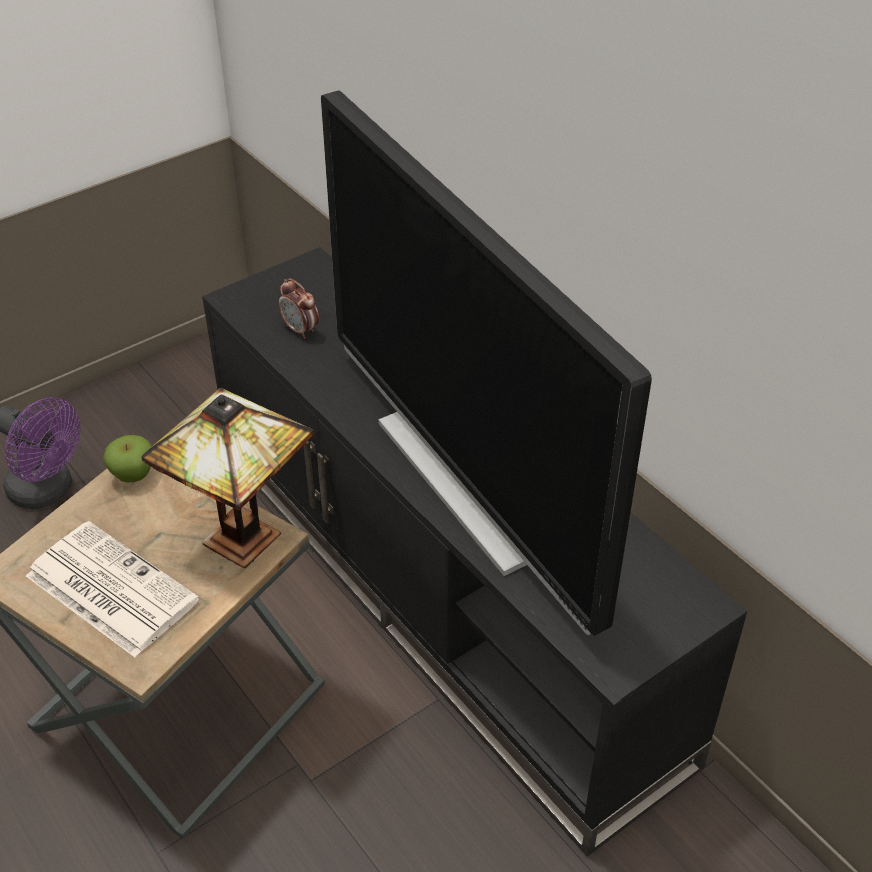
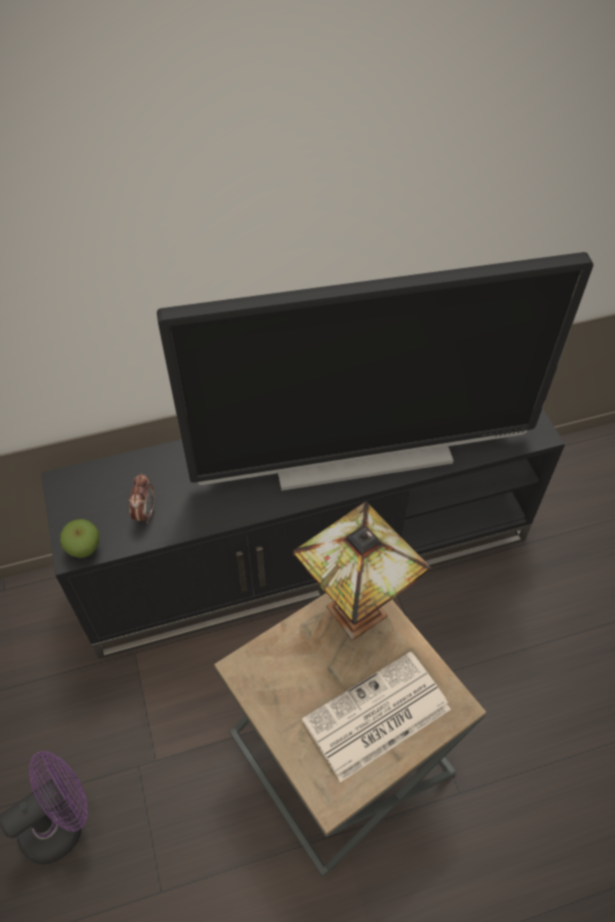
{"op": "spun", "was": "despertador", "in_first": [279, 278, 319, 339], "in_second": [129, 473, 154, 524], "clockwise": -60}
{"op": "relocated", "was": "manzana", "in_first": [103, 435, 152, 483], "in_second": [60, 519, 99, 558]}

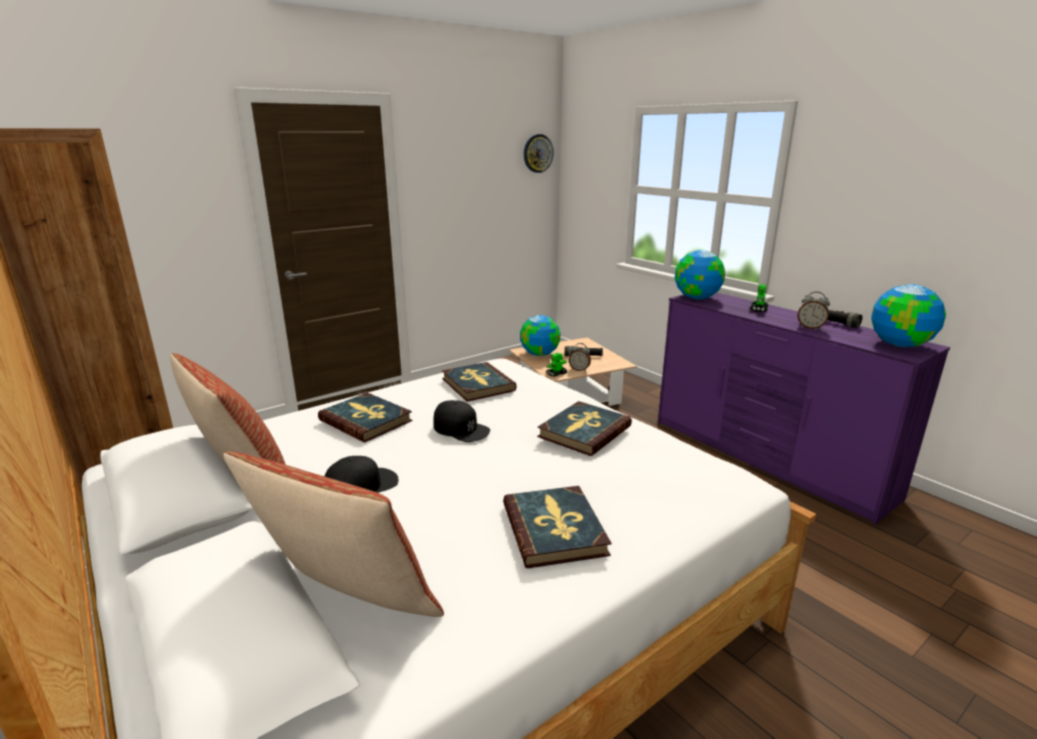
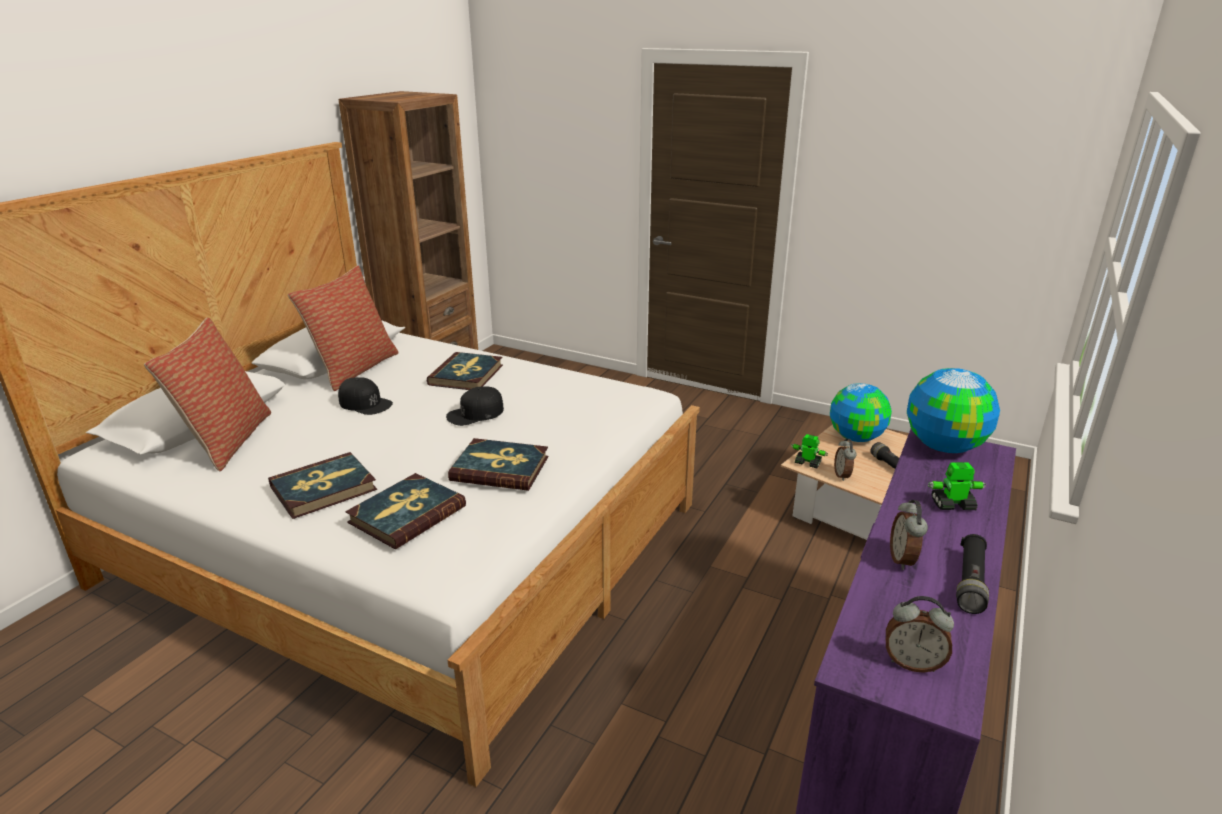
{"op": "missing", "was": "reloj de pared", "in_first": [524, 134, 554, 173]}
{"op": "exchanged", "was": "globo terráqueo", "now": "despertador", "in_first": [871, 284, 946, 347], "in_second": [886, 596, 954, 673]}
{"op": "relocated", "was": "libro", "in_first": [442, 362, 517, 402], "in_second": [345, 473, 466, 549]}
{"op": "spun", "was": "gorra (negro)", "in_first": [433, 400, 490, 442], "in_second": [446, 387, 504, 426], "clockwise": 45}

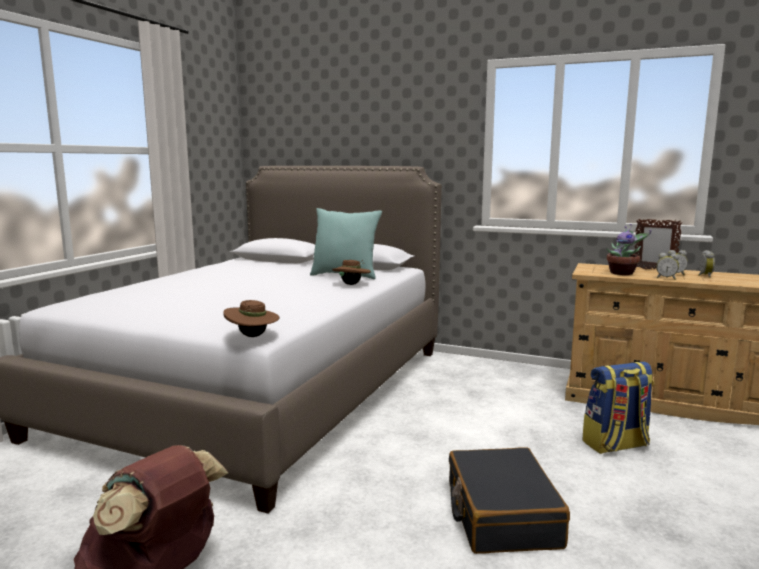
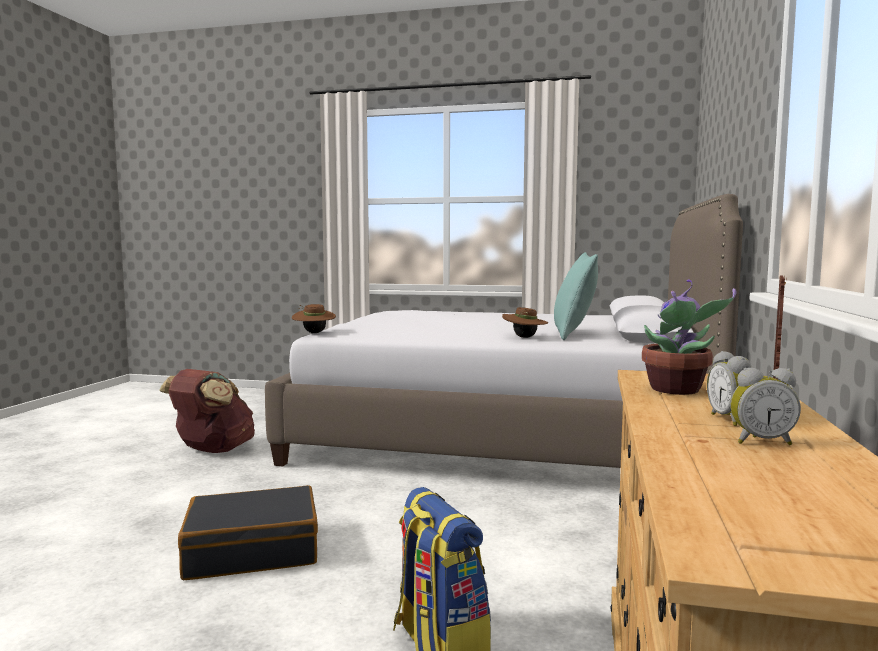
{"op": "missing", "was": "despertador", "in_first": [656, 253, 679, 280]}

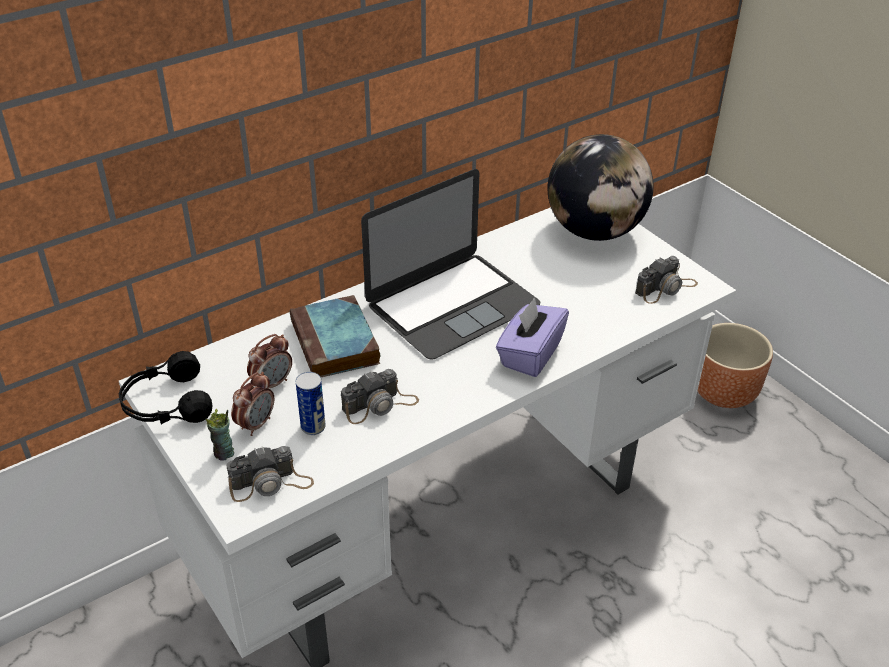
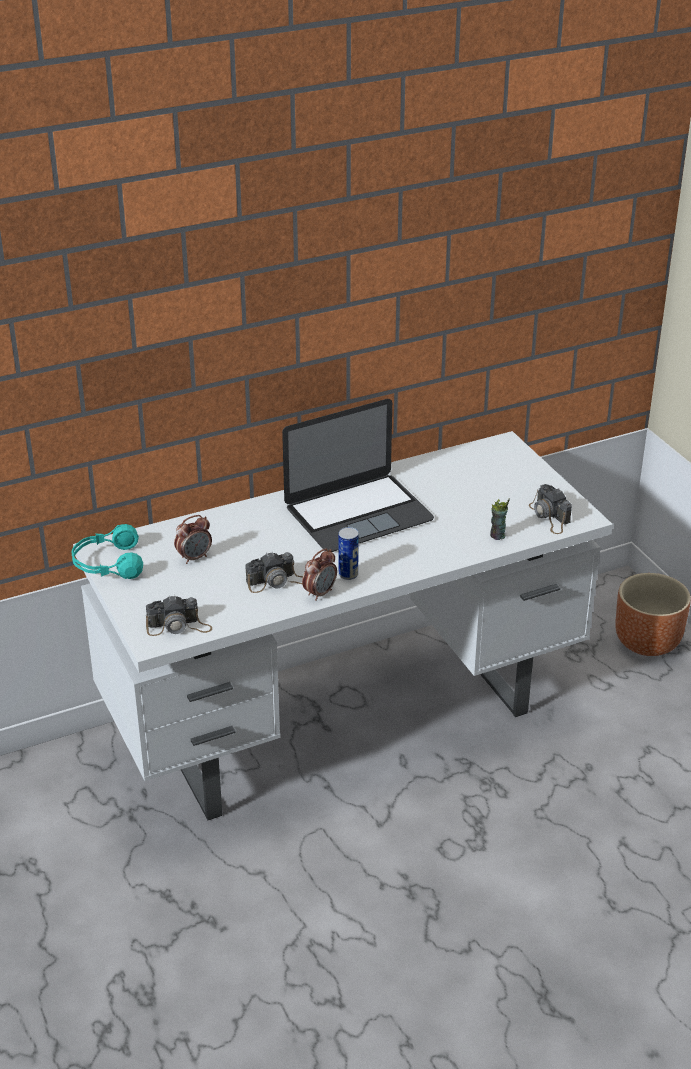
{"op": "missing", "was": "globo terráqueo", "in_first": [547, 134, 654, 241]}
{"op": "spun", "was": "cámara", "in_first": [635, 256, 698, 304], "in_second": [529, 484, 572, 534], "clockwise": 90}
{"op": "missing", "was": "libro", "in_first": [290, 295, 380, 377]}
{"op": "missing", "was": "caja de pañuelos (morado)", "in_first": [496, 297, 569, 377]}
{"op": "colour", "was": "auriculares (negro)", "now": "auriculares (turquesa)", "in_first": [119, 351, 212, 424], "in_second": [72, 524, 143, 579]}
{"op": "relocated", "was": "despertador", "in_first": [231, 372, 274, 436], "in_second": [302, 548, 337, 601]}
{"op": "relocated", "was": "lata", "in_first": [296, 372, 326, 435], "in_second": [339, 527, 359, 580]}
{"op": "relocated", "was": "taza", "in_first": [206, 409, 234, 461], "in_second": [490, 498, 510, 540]}

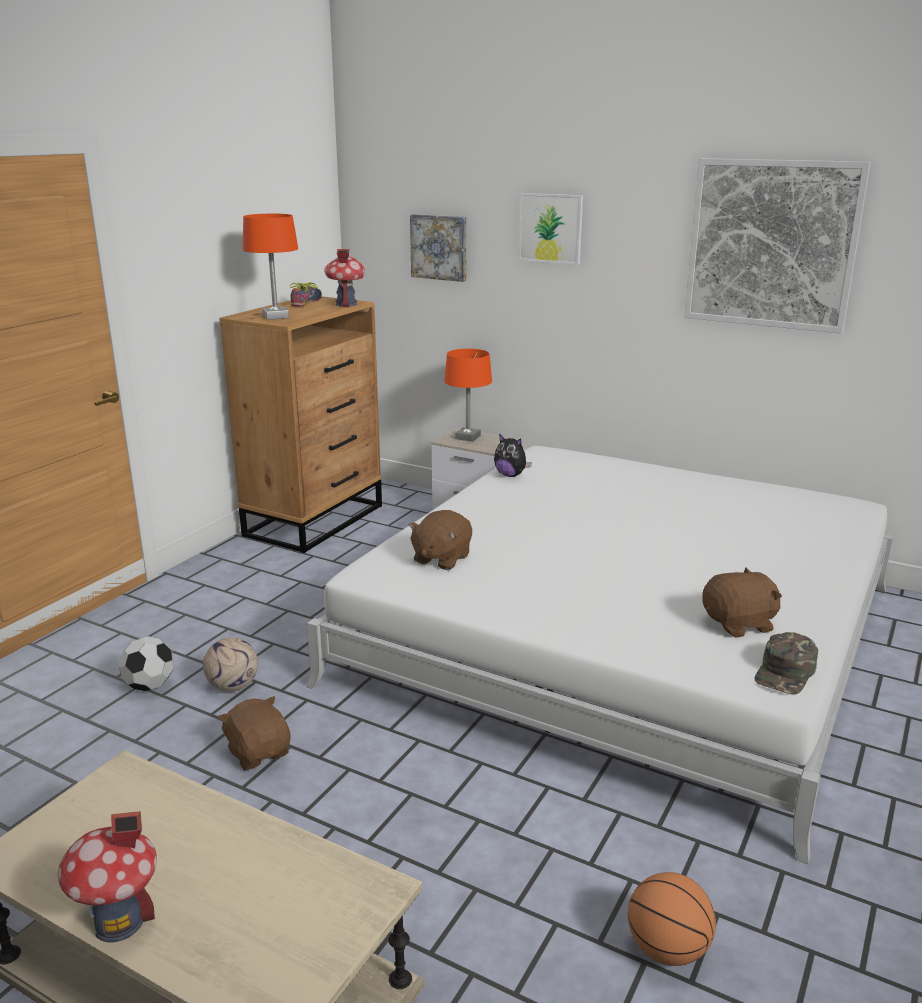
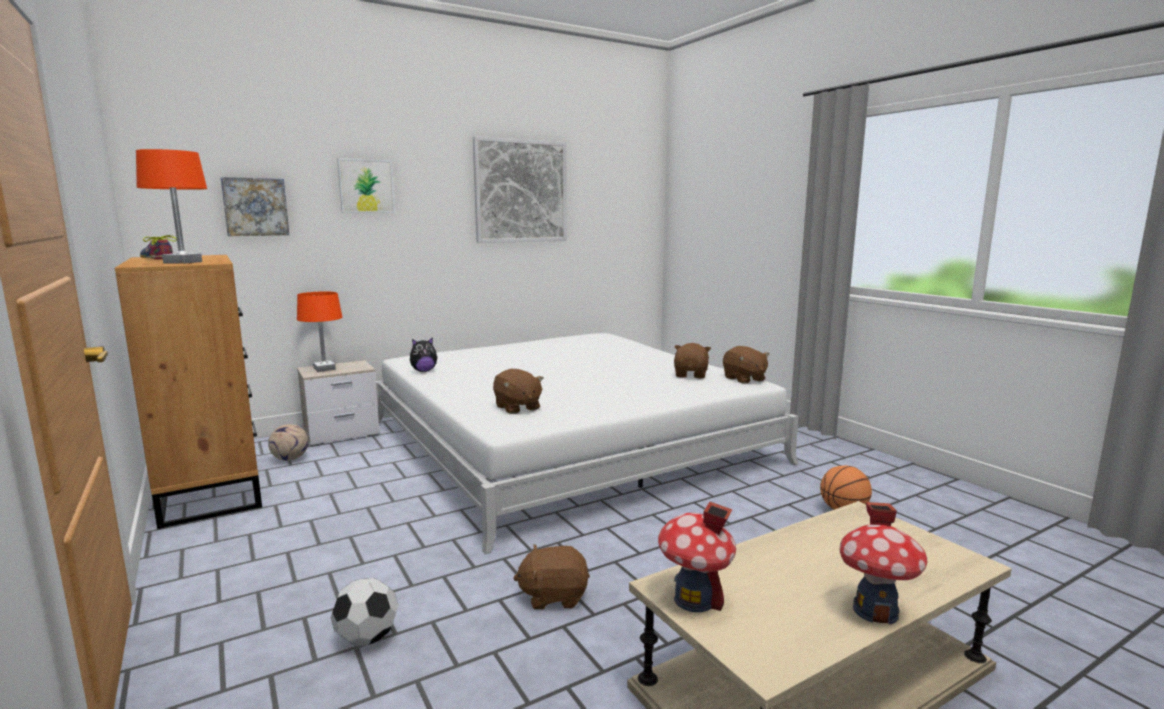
{"op": "relocated", "was": "casita", "in_first": [324, 249, 365, 307], "in_second": [658, 502, 736, 612]}
{"op": "exchanged", "was": "gorra (verde)", "now": "peluche (marrón)", "in_first": [754, 632, 818, 694], "in_second": [723, 346, 770, 384]}
{"op": "relocated", "was": "balón de fútbol", "in_first": [203, 637, 258, 691], "in_second": [268, 424, 308, 461]}

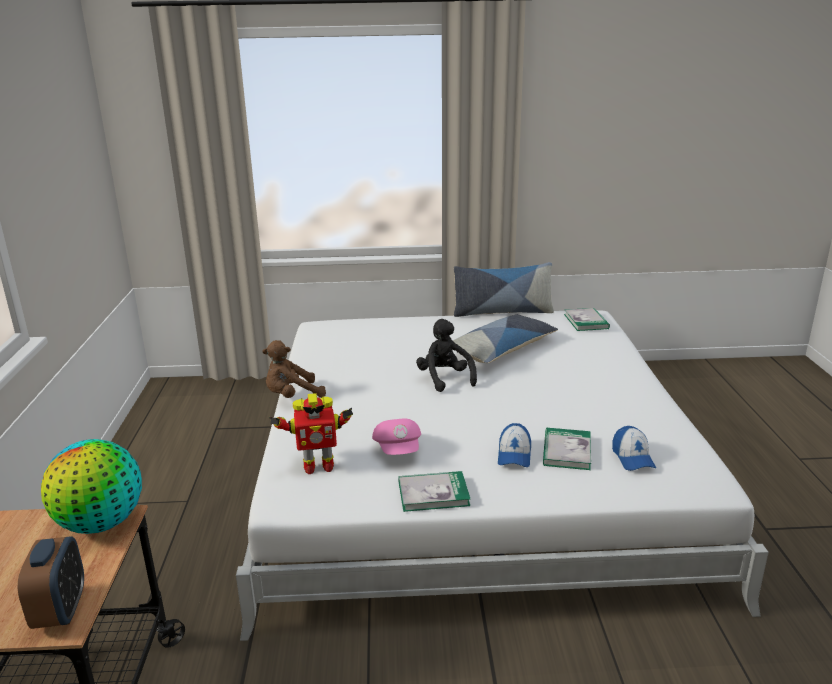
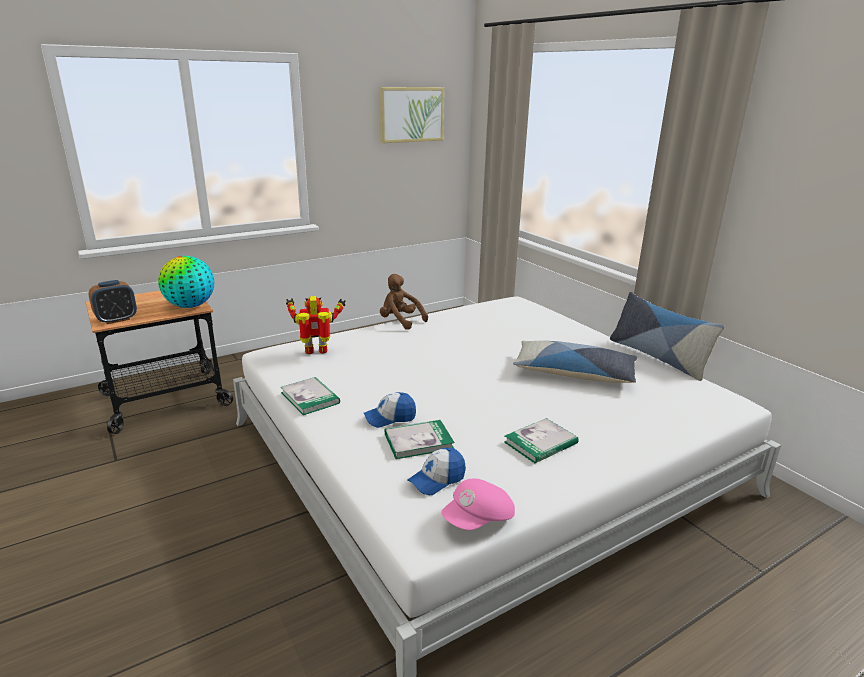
{"op": "relocated", "was": "libro", "in_first": [564, 308, 610, 331], "in_second": [504, 418, 579, 464]}
{"op": "missing", "was": "peluche (negro)", "in_first": [416, 319, 477, 392]}
{"op": "spun", "was": "robot de juguete", "in_first": [269, 393, 353, 474], "in_second": [286, 296, 346, 354], "clockwise": 120}
{"op": "relocated", "was": "gorra (rosa)", "in_first": [372, 418, 421, 455], "in_second": [442, 478, 515, 530]}
{"op": "appeared", "now": "cuadro", "in_second": [379, 87, 444, 143]}

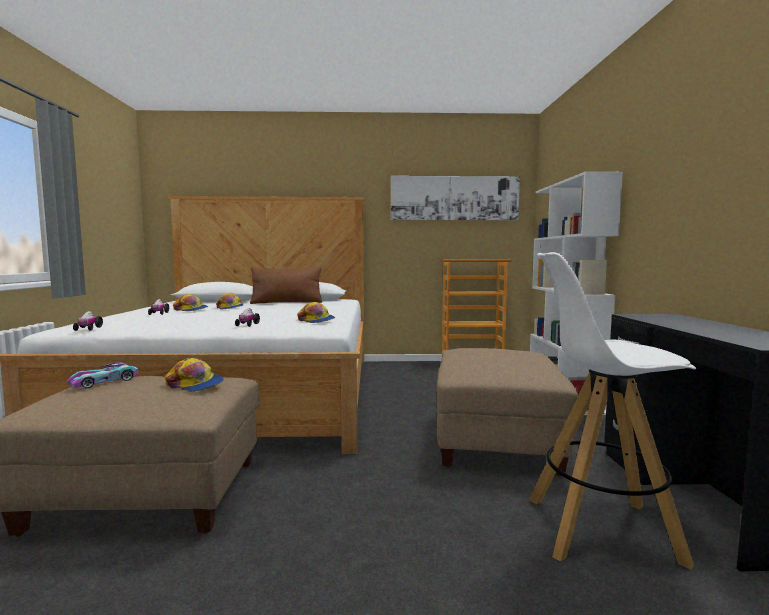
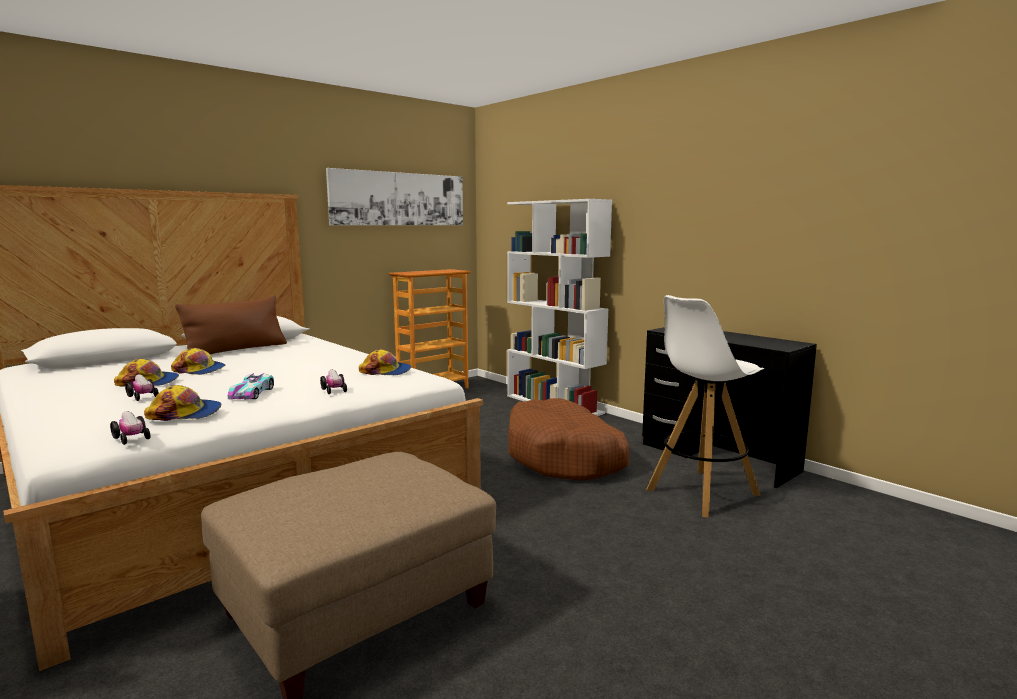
{"op": "exchanged", "was": "puf (beis)", "now": "cama para perro (marrón)", "in_first": [437, 348, 578, 476], "in_second": [508, 398, 629, 481]}
{"op": "relocated", "was": "gorra", "in_first": [164, 358, 224, 392], "in_second": [144, 385, 221, 421]}
{"op": "relocated", "was": "coche de juguete", "in_first": [67, 362, 138, 388], "in_second": [228, 373, 274, 400]}

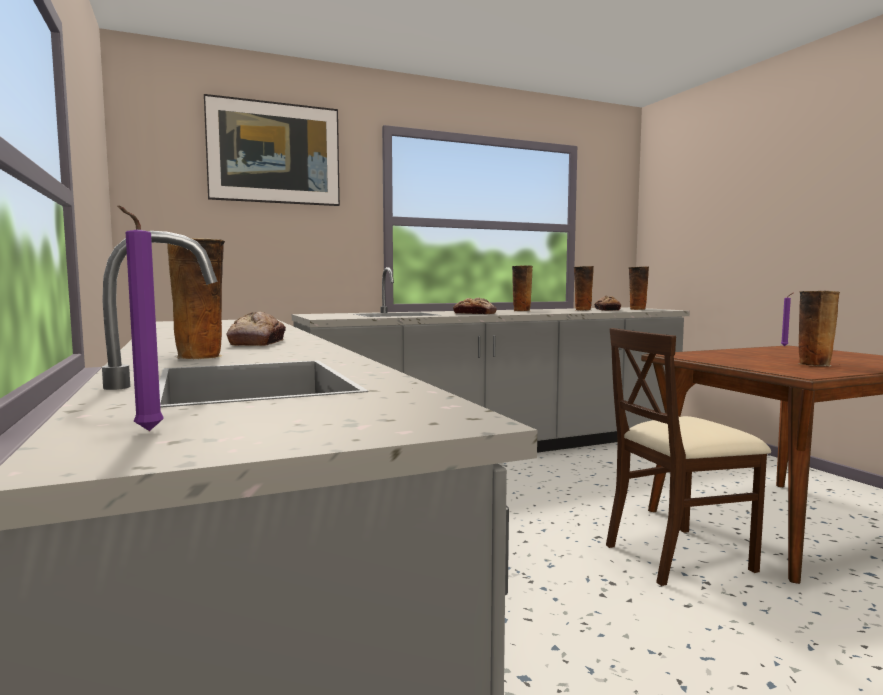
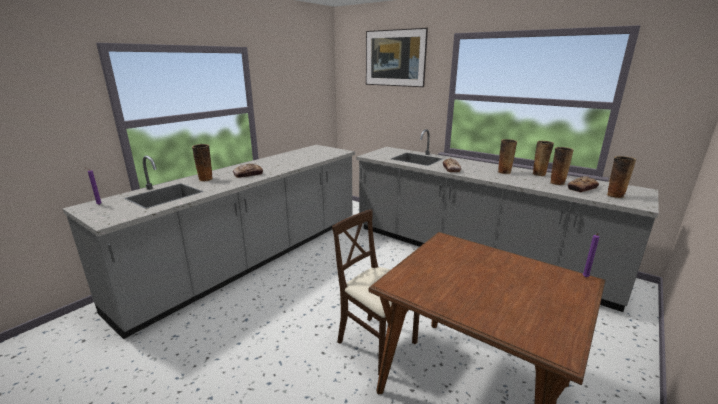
{"op": "relocated", "was": "florero", "in_first": [799, 291, 840, 366], "in_second": [532, 141, 554, 176]}

